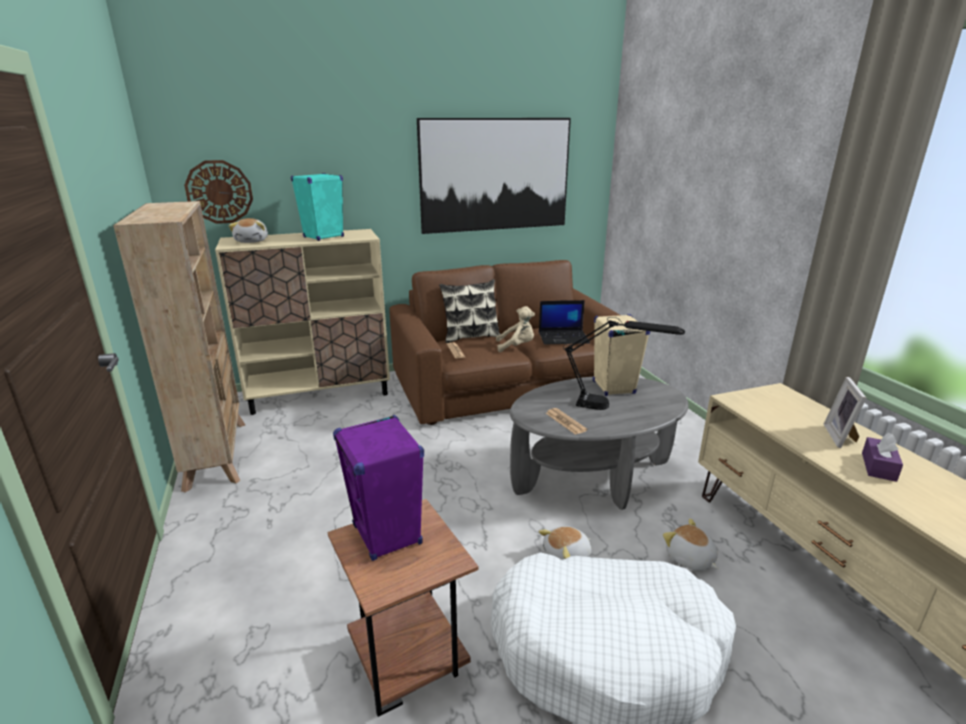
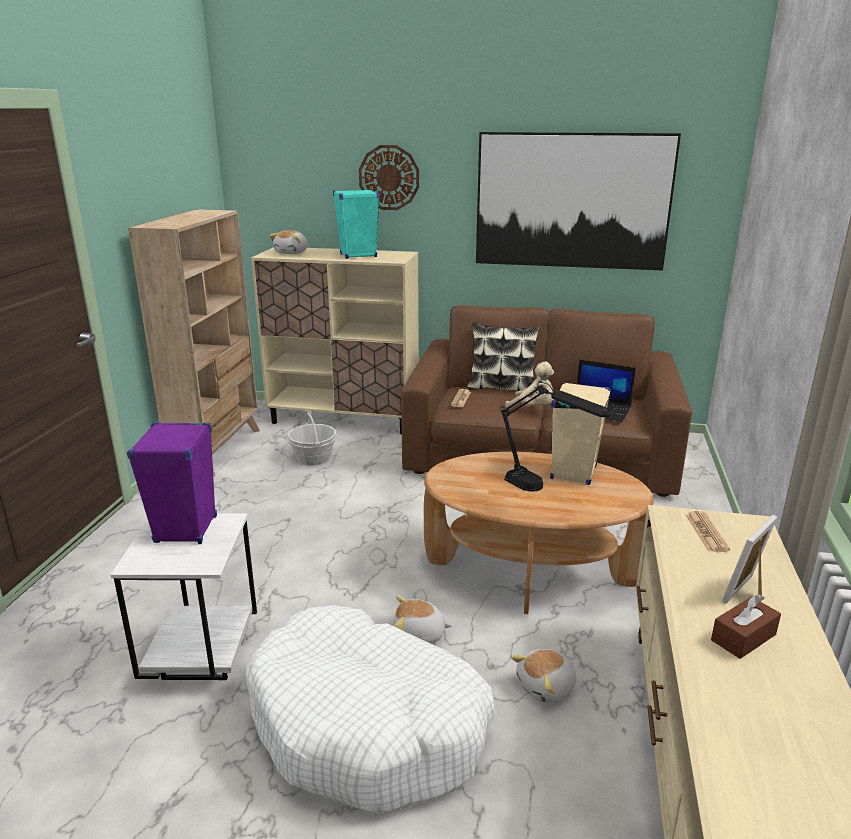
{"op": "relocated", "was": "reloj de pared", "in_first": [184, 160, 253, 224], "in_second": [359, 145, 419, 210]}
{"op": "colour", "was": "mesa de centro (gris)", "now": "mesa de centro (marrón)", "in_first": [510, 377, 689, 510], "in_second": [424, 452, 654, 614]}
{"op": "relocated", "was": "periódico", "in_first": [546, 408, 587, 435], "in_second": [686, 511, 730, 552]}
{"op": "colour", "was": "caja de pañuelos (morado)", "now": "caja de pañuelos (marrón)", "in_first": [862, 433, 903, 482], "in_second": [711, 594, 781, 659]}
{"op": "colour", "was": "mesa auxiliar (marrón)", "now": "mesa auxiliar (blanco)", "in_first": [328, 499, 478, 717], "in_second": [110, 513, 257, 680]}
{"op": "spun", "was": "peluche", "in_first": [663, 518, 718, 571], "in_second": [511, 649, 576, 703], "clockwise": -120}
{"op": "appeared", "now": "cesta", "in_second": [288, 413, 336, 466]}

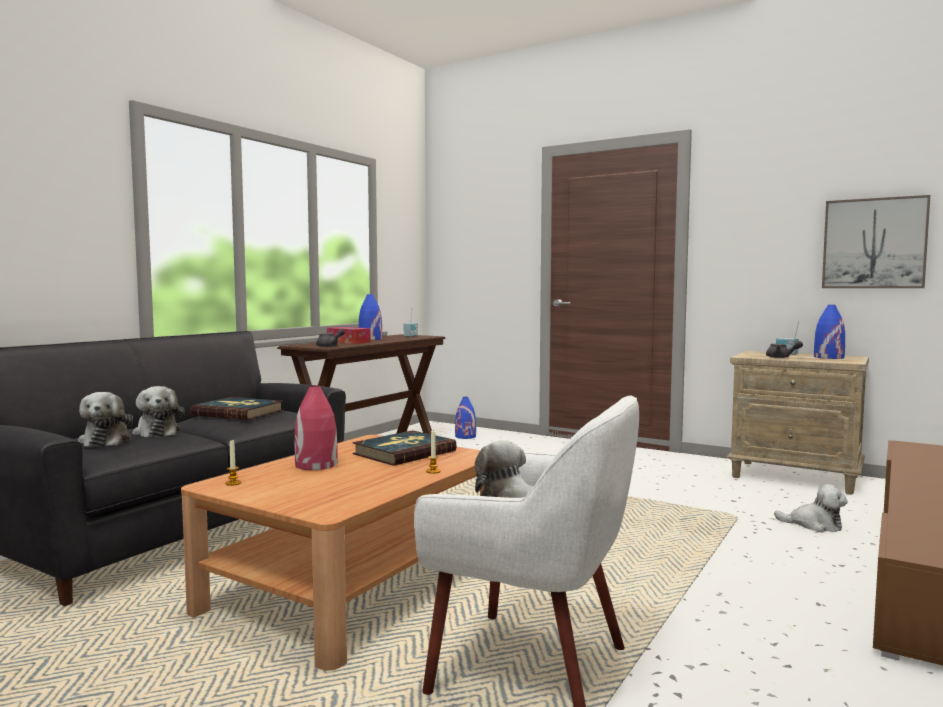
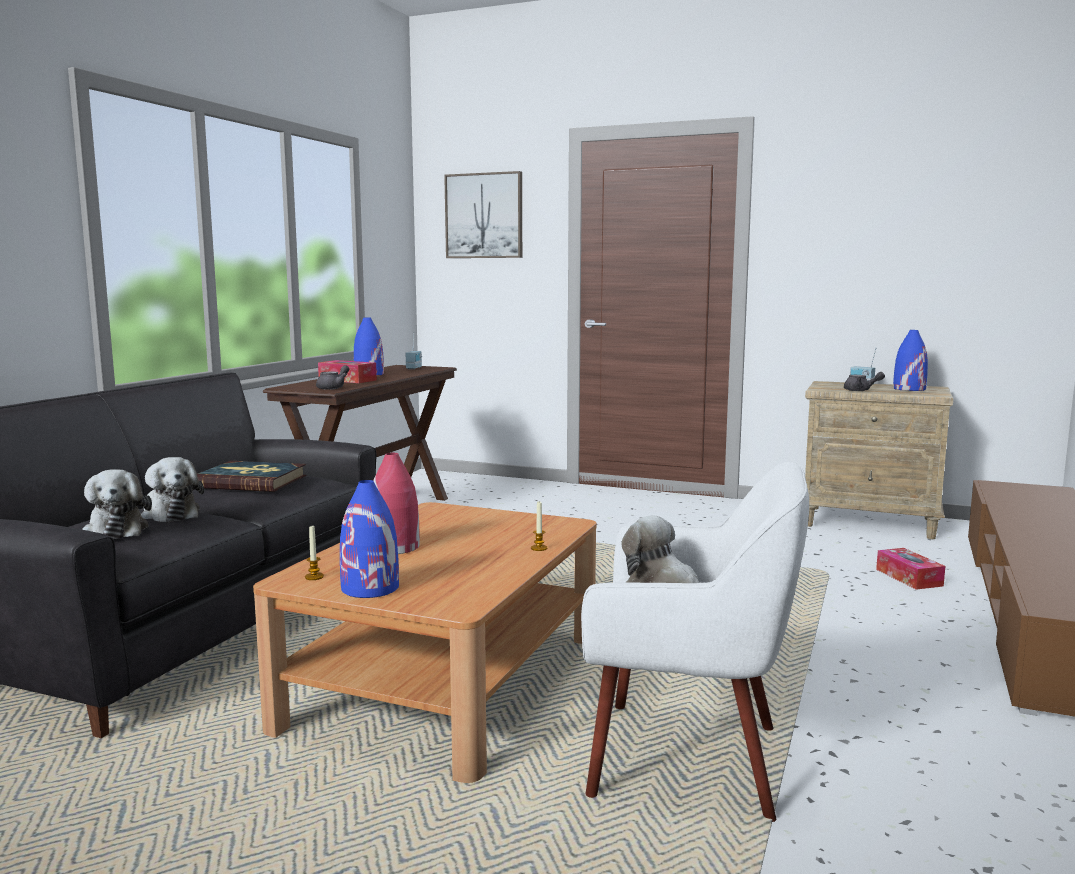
{"op": "relocated", "was": "cuadro", "in_first": [822, 195, 930, 288], "in_second": [444, 171, 522, 258]}
{"op": "relocated", "was": "florero (azul)", "in_first": [455, 397, 476, 439], "in_second": [340, 480, 399, 598]}
{"op": "missing", "was": "libro", "in_first": [352, 430, 457, 466]}
{"op": "exchanged", "was": "peluche", "now": "caja de pañuelos", "in_first": [774, 484, 848, 532], "in_second": [876, 548, 945, 590]}

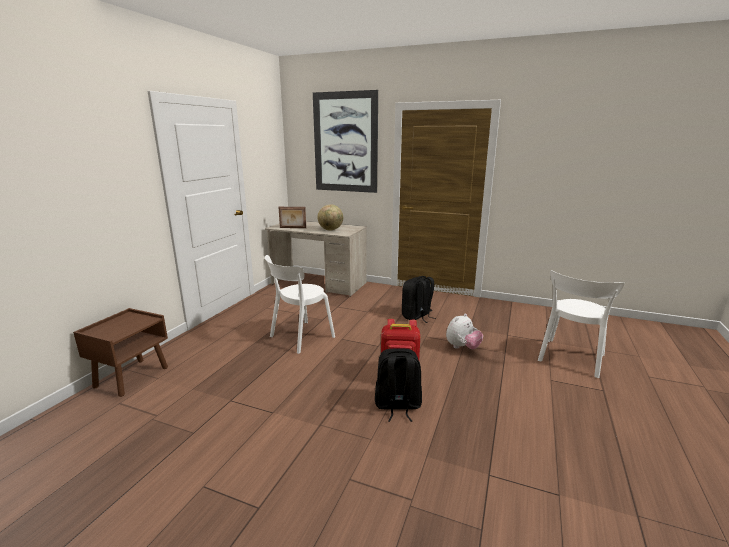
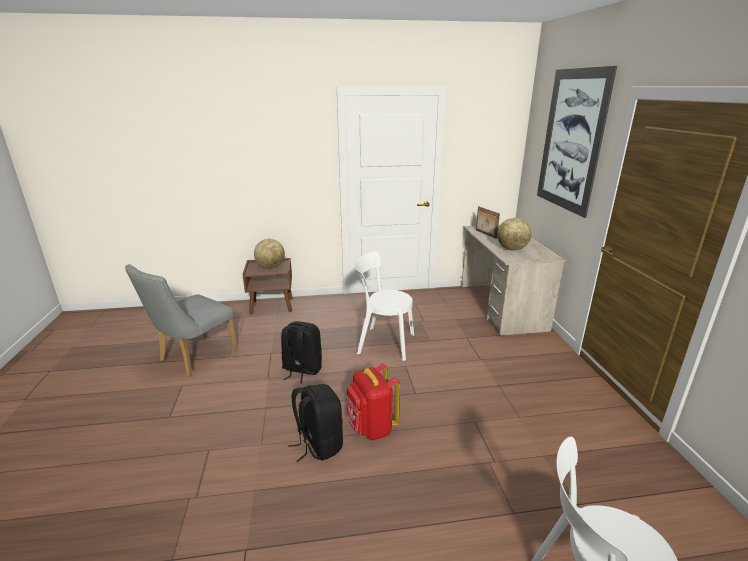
{"op": "relocated", "was": "mochila (negro)", "in_first": [402, 276, 436, 323], "in_second": [281, 321, 322, 383]}
{"op": "missing", "was": "peluche", "in_first": [446, 314, 483, 349]}
{"op": "appeared", "now": "globo terráqueo", "in_second": [254, 239, 285, 269]}
{"op": "appeared", "now": "silla (gris)", "in_second": [125, 264, 238, 376]}

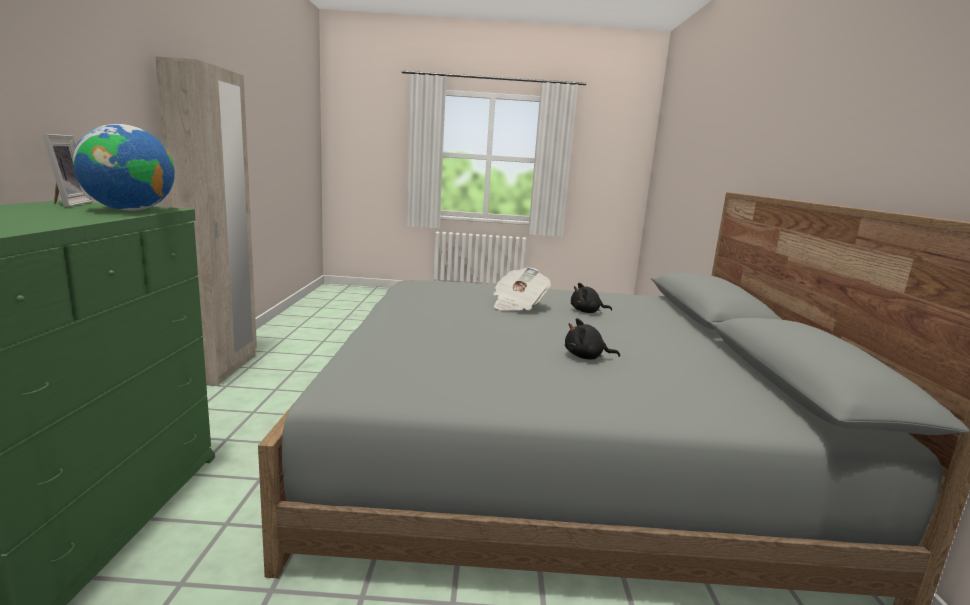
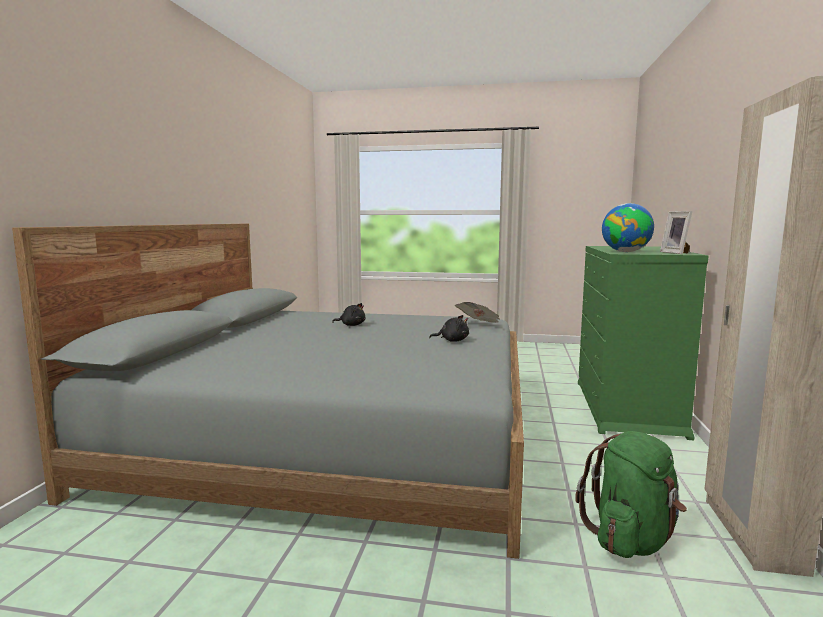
{"op": "relocated", "was": "periódico", "in_first": [493, 267, 551, 310], "in_second": [455, 302, 499, 323]}
{"op": "relocated", "was": "peluche (negro)", "in_first": [571, 283, 612, 313], "in_second": [429, 315, 469, 342]}
{"op": "appeared", "now": "mochila (verde)", "in_second": [575, 431, 687, 558]}

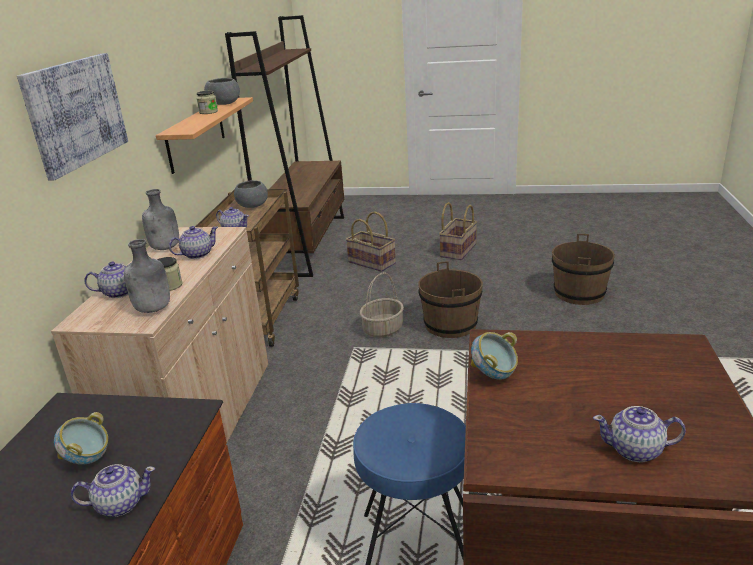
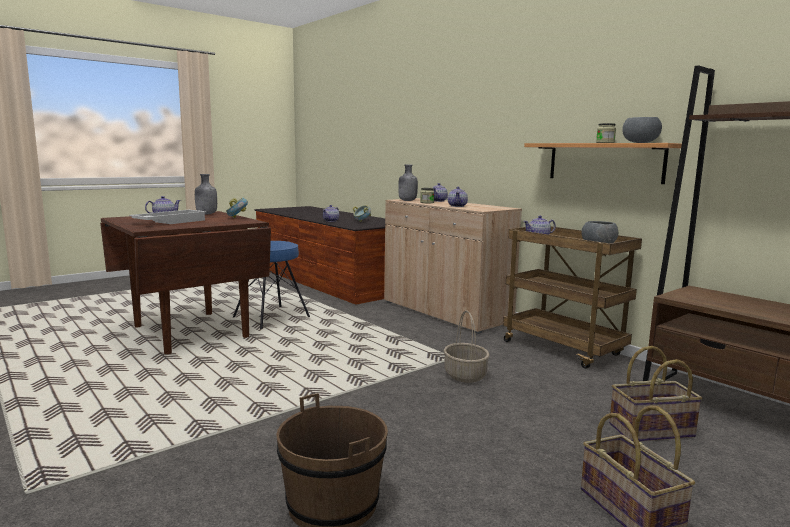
{"op": "missing", "was": "cuadro", "in_first": [17, 53, 128, 181]}
{"op": "relocated", "was": "botella (gris)", "in_first": [142, 189, 179, 250], "in_second": [195, 174, 217, 214]}
{"op": "missing", "was": "cubo (marrón)", "in_first": [418, 261, 483, 338]}
{"op": "appeared", "now": "bandeja (blanco)", "in_second": [129, 210, 207, 224]}

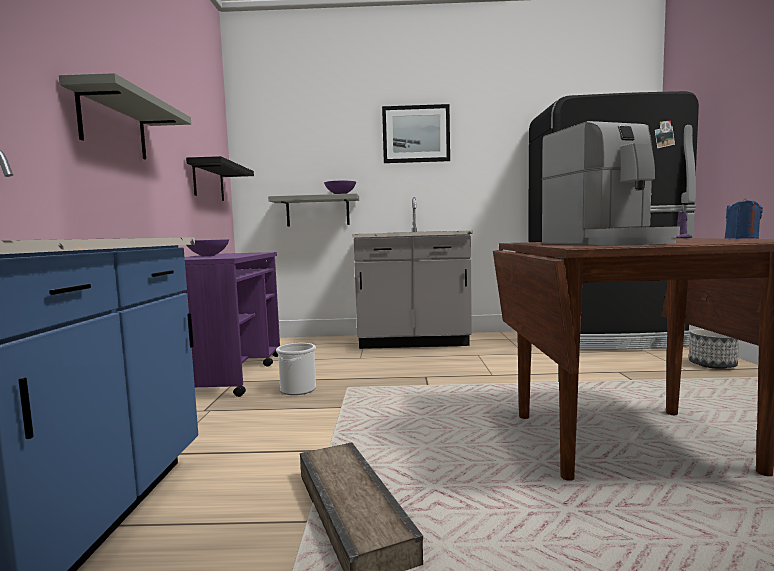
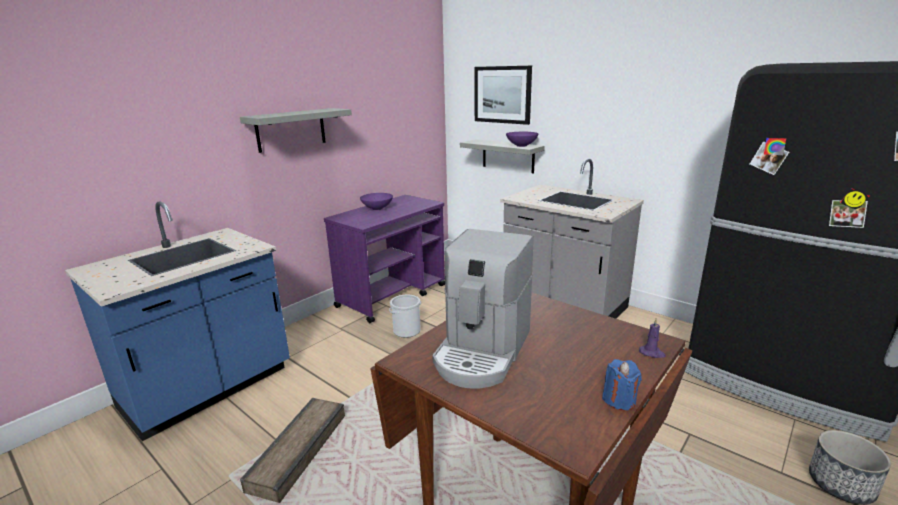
{"op": "relocated", "was": "cuadro", "in_first": [382, 104, 450, 163], "in_second": [474, 66, 532, 125]}
{"op": "missing", "was": "estante (negro)", "in_first": [186, 156, 254, 201]}

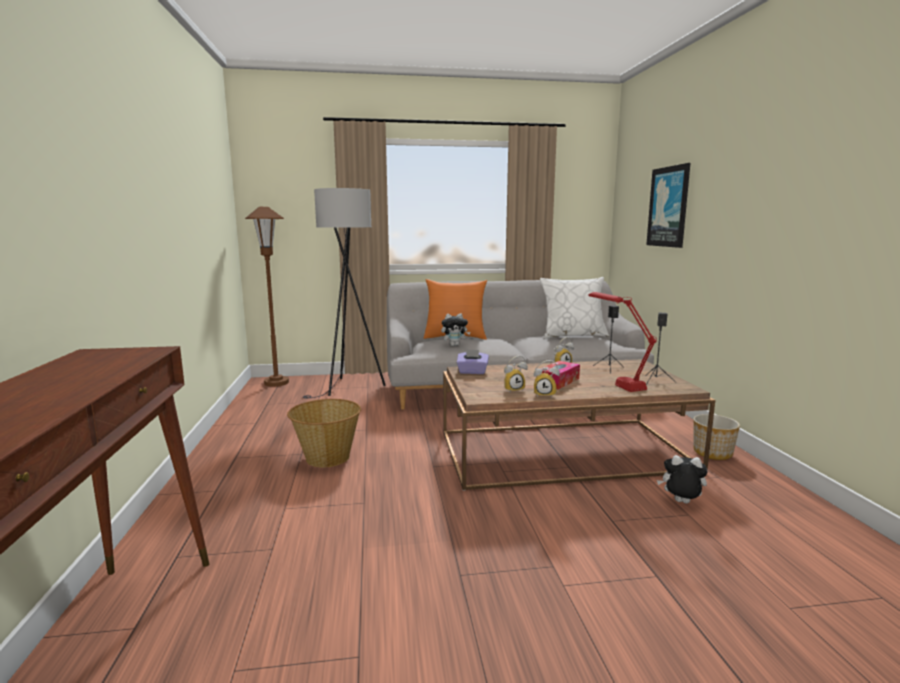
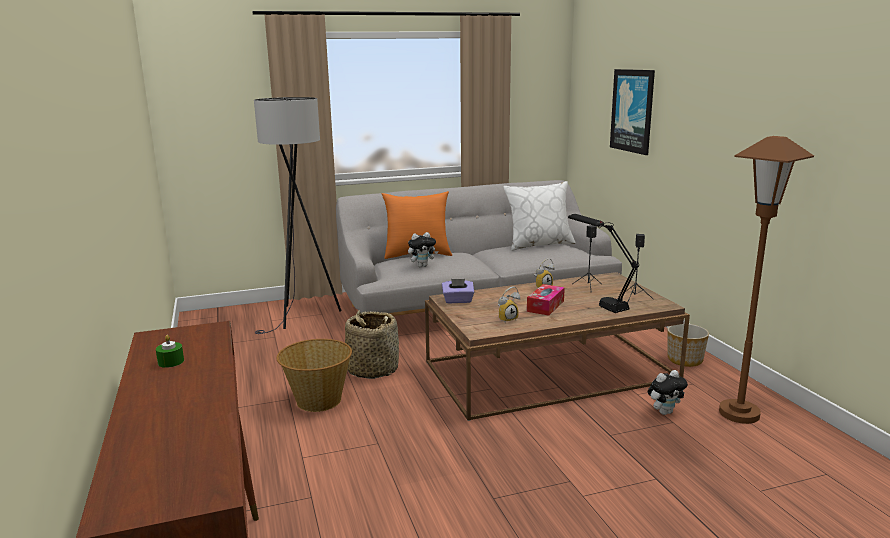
{"op": "relocated", "was": "lámpara de pie (marrón)", "in_first": [245, 207, 289, 387], "in_second": [719, 136, 814, 424]}
{"op": "colour", "was": "lámpara de mesa (rojo)", "now": "lámpara de mesa (negro)", "in_first": [588, 292, 657, 392], "in_second": [568, 214, 639, 313]}
{"op": "missing", "was": "despertador", "in_first": [534, 360, 560, 398]}
{"op": "spun", "was": "peluche", "in_first": [657, 455, 707, 504], "in_second": [648, 370, 688, 415], "clockwise": 150}
{"op": "appeared", "now": "cesta", "in_second": [345, 311, 399, 379]}
{"op": "appeared", "now": "vela (verde)", "in_second": [156, 335, 184, 368]}

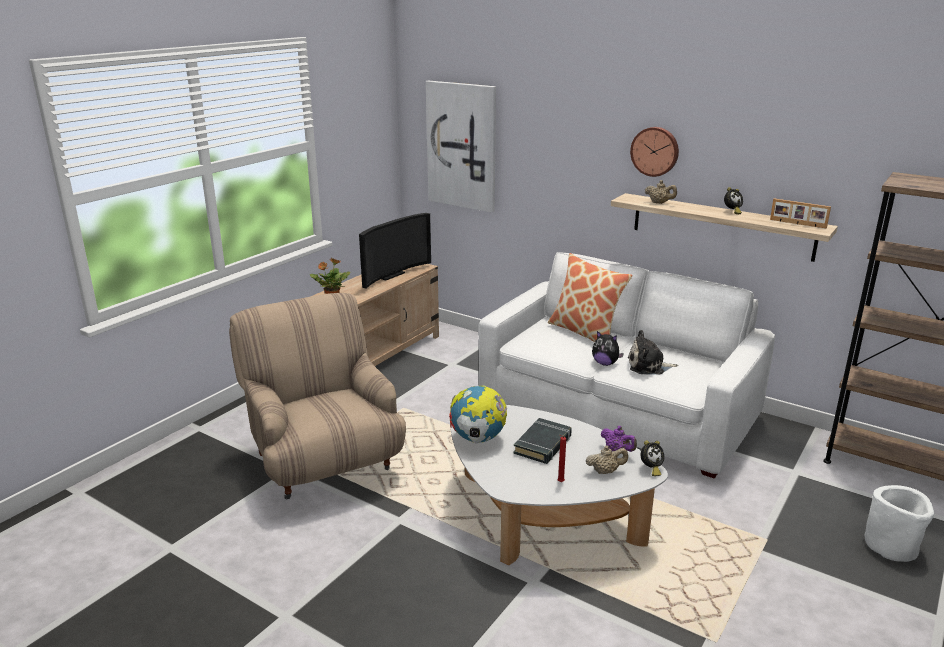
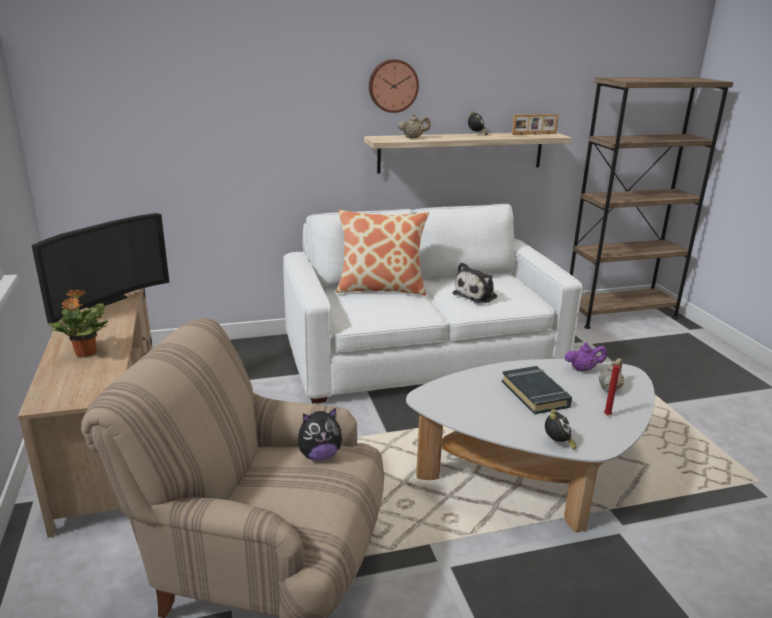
{"op": "missing", "was": "cuadro", "in_first": [426, 81, 496, 212]}
{"op": "spun", "was": "televisor", "in_first": [359, 213, 431, 289], "in_second": [32, 213, 170, 323], "clockwise": 45}
{"op": "relocated", "was": "peluche", "in_first": [592, 331, 624, 366], "in_second": [298, 408, 342, 461]}
{"op": "missing", "was": "globo terráqueo", "in_first": [449, 386, 507, 444]}
{"op": "relocated", "was": "despertador", "in_first": [641, 440, 664, 476], "in_second": [545, 409, 576, 450]}
{"op": "missing", "was": "maceta (blanco)", "in_first": [865, 485, 934, 562]}

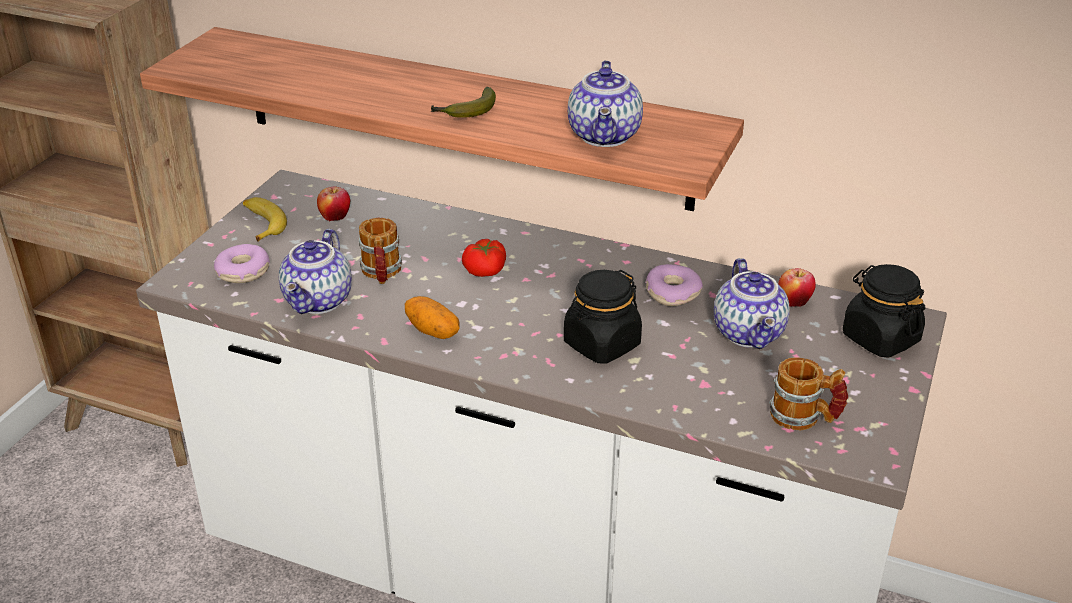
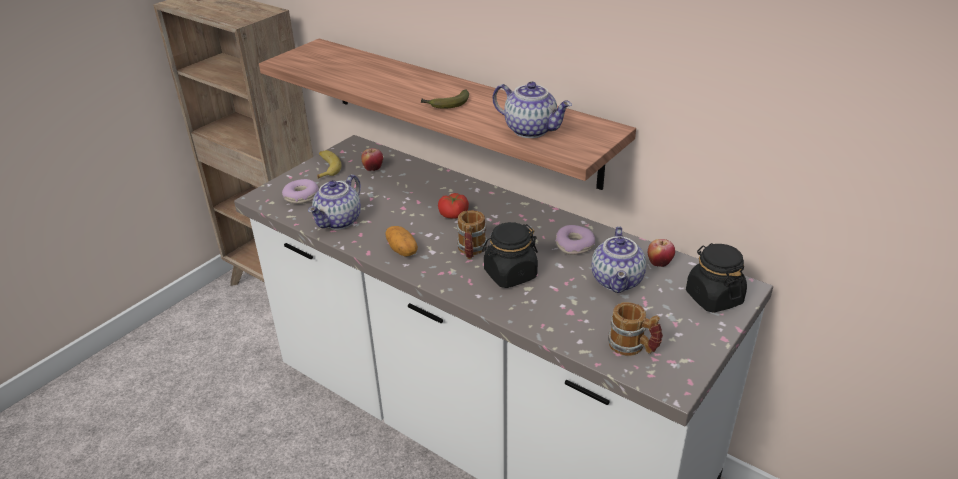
{"op": "spun", "was": "tetera", "in_first": [568, 60, 643, 147], "in_second": [492, 82, 572, 138], "clockwise": -75}
{"op": "relocated", "was": "taza grande", "in_first": [359, 217, 402, 284], "in_second": [457, 210, 487, 259]}

